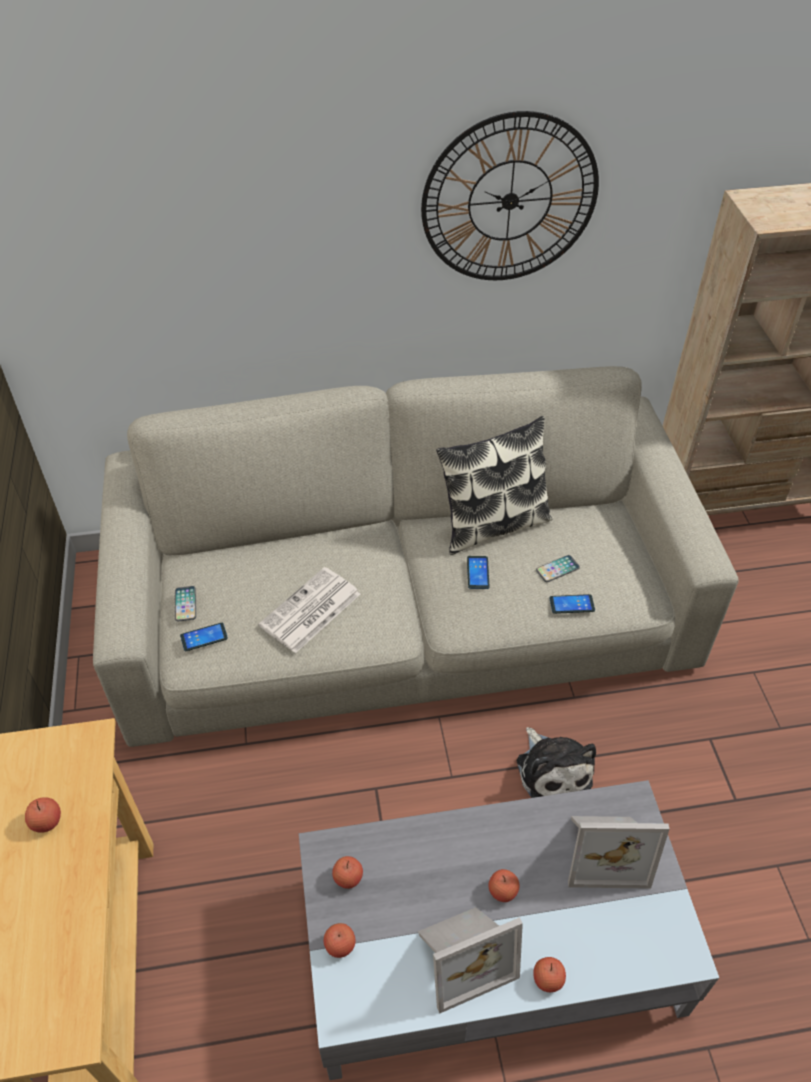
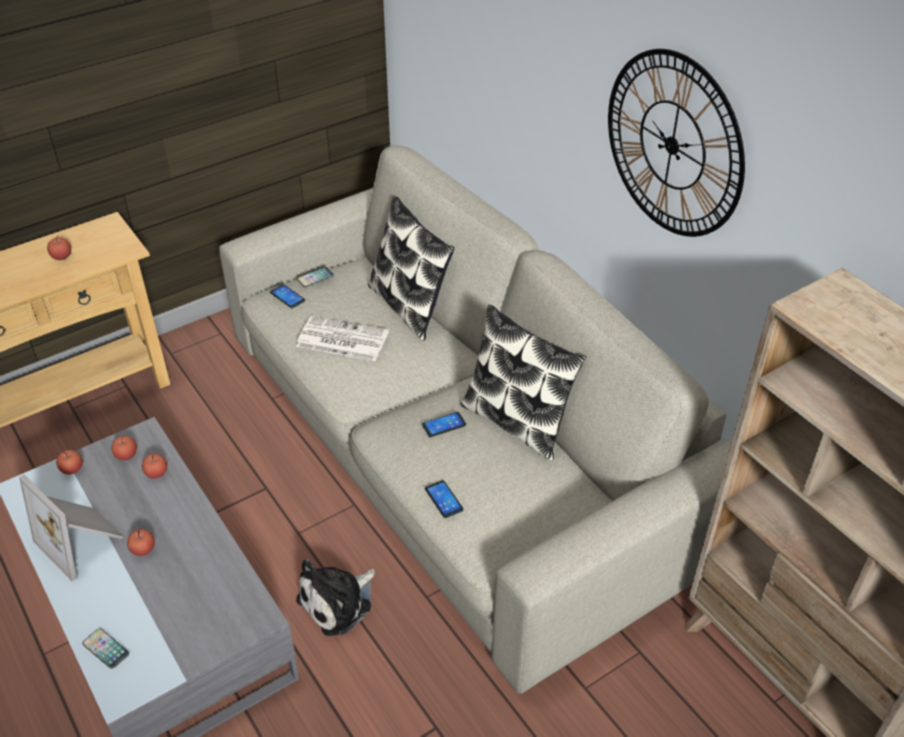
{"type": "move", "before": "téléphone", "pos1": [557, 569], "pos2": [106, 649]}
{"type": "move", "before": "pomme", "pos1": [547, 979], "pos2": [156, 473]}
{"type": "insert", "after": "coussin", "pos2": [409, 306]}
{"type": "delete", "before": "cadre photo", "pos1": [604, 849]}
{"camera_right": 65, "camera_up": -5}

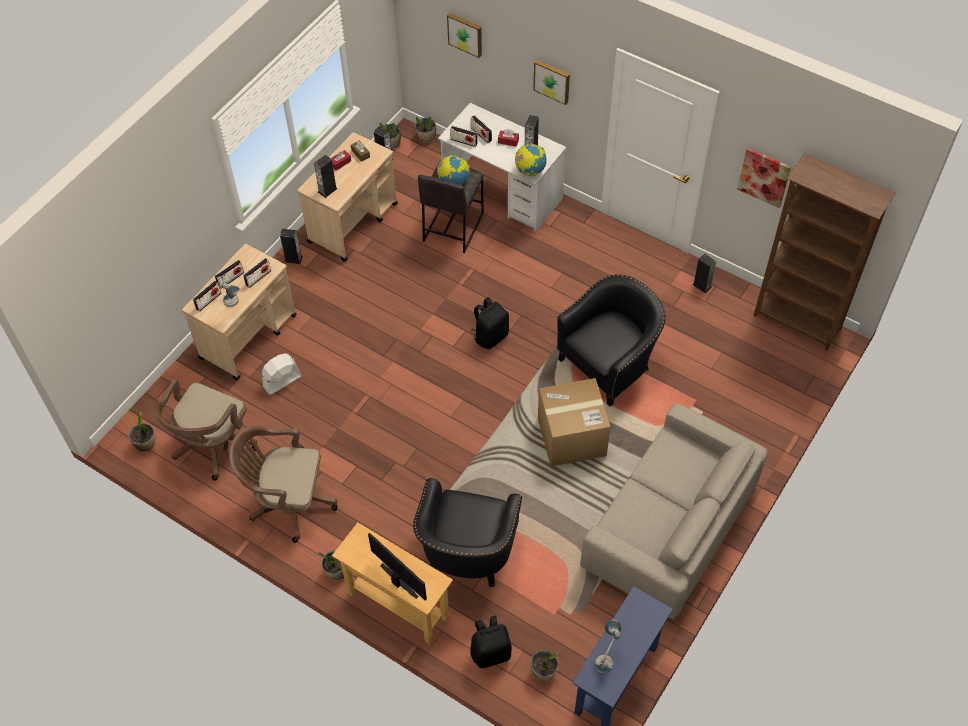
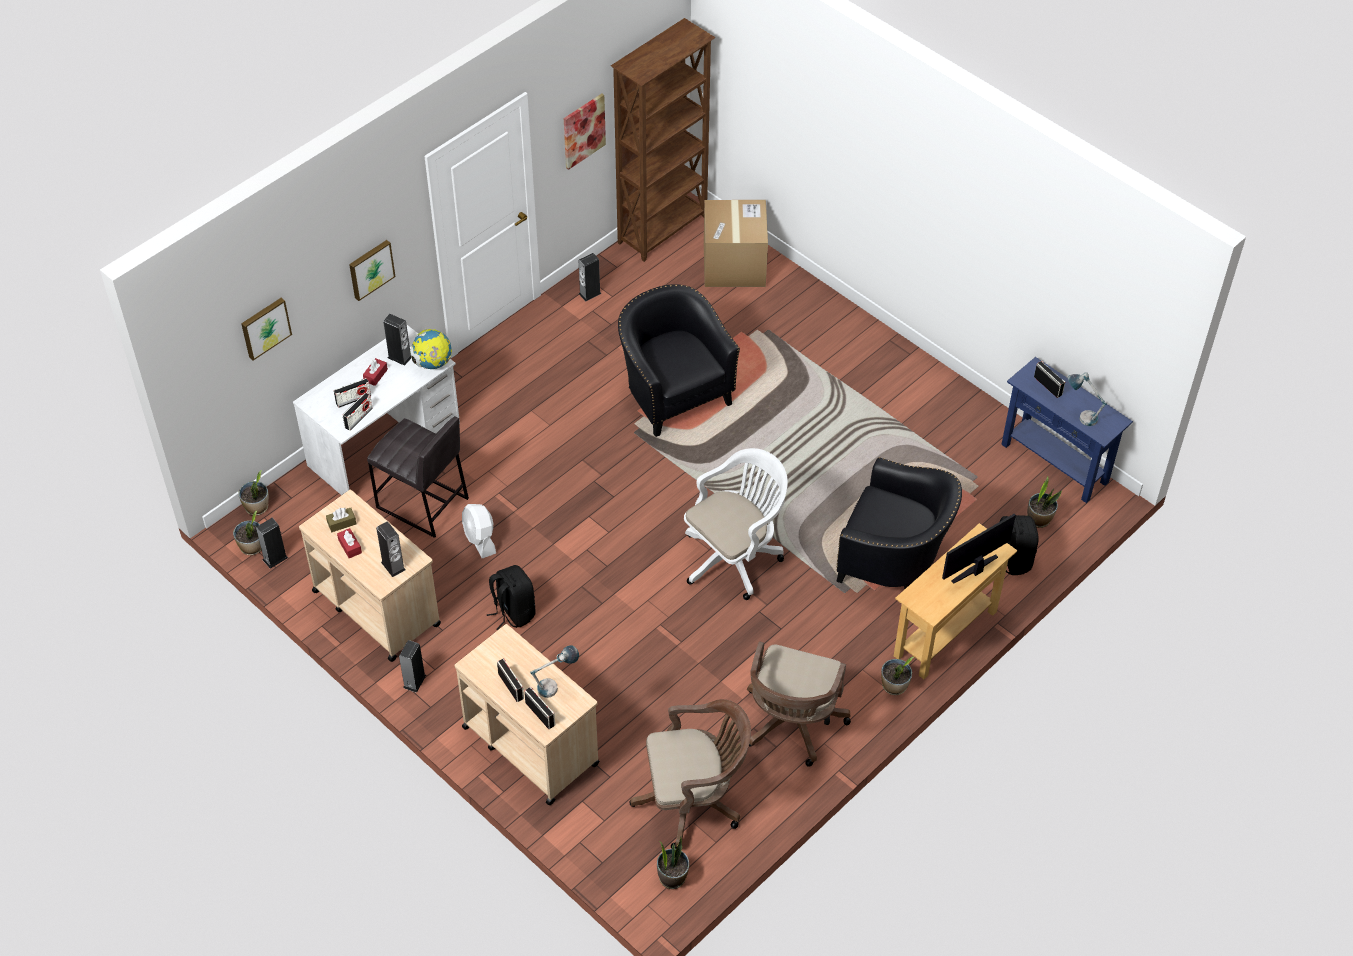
{"type": "move", "before": "ventilateur (blanc)", "pos1": [282, 381], "pos2": [480, 539]}
{"type": "move", "before": "sac à dos (noir)", "pos1": [490, 336], "pos2": [513, 612]}
{"type": "rotate", "before": "chaise de bureau (marron)", "pos1": [212, 447], "pos2": [694, 800], "turn": -45}
{"type": "insert", "after": "chaise de bureau (blanc)", "pos2": [735, 556]}
{"type": "move", "before": "carton", "pos1": [571, 437], "pos2": [734, 265]}
{"type": "move", "before": "radio", "pos1": [258, 278], "pos2": [1048, 386]}
{"type": "delete", "before": "globe", "pos1": [454, 182]}
{"type": "delete", "before": "canapé (beige)", "pos1": [670, 525]}
{"camera_right": -80, "camera_up": -5}

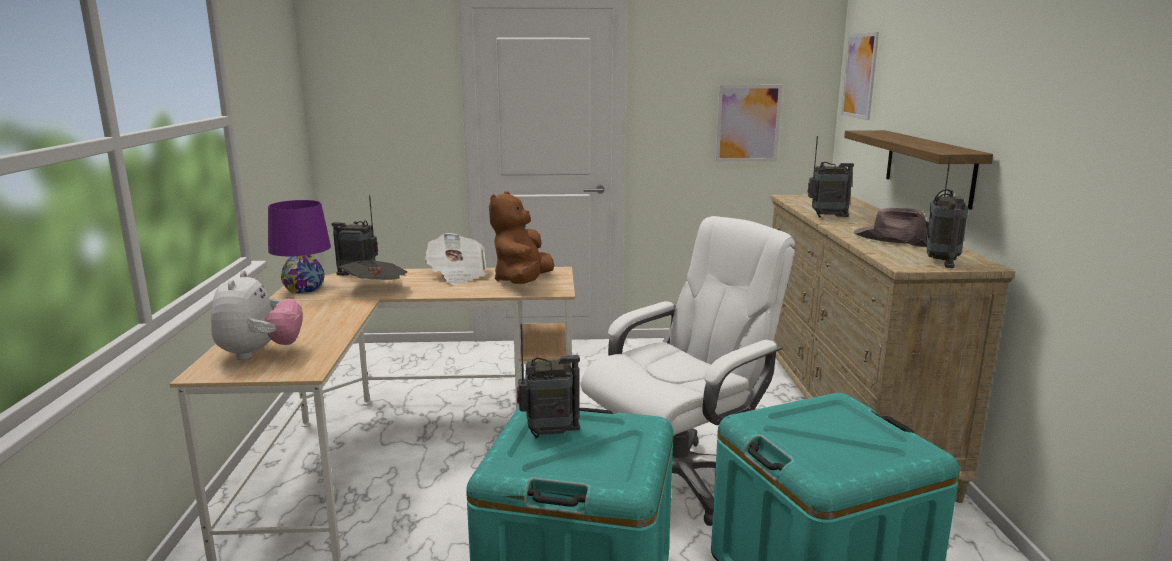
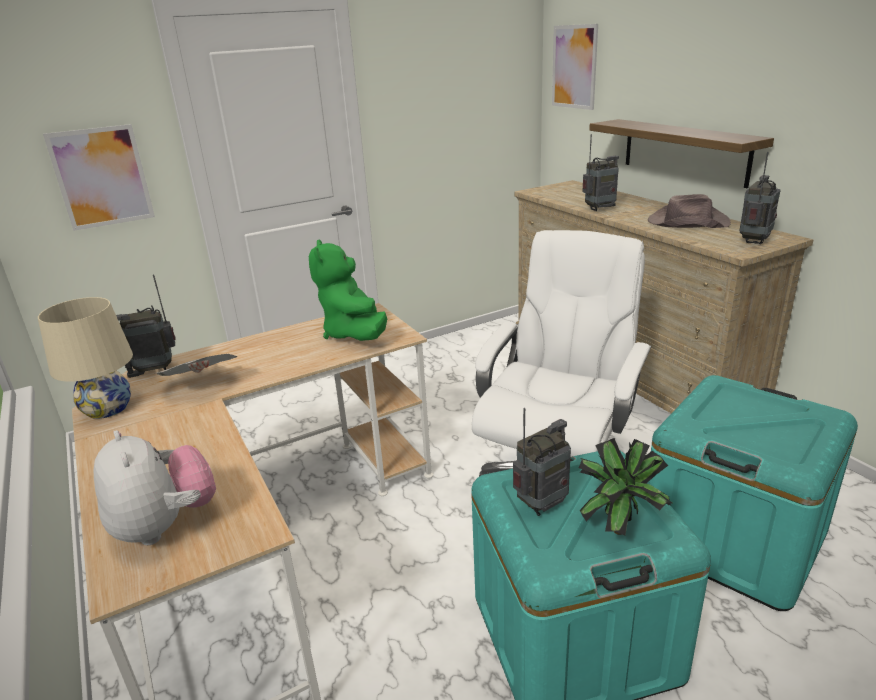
{"type": "recolor", "before": "lampe de table (violet)", "after": "lampe de table (beige)", "pos1": [304, 288], "pos2": [107, 408]}
{"type": "move", "before": "tableau", "pos1": [748, 123], "pos2": [102, 177]}
{"type": "recolor", "before": "peluche (marron)", "after": "peluche (vert)", "pos1": [522, 282], "pos2": [354, 334]}
{"type": "insert", "after": "plante en pot", "pos2": [619, 527]}
{"type": "rotate", "before": "radio", "pos1": [940, 262], "pos2": [754, 241], "turn": -135}
{"type": "delete", "before": "journal", "pos1": [457, 275]}
{"camera_right": -25, "camera_up": 10}

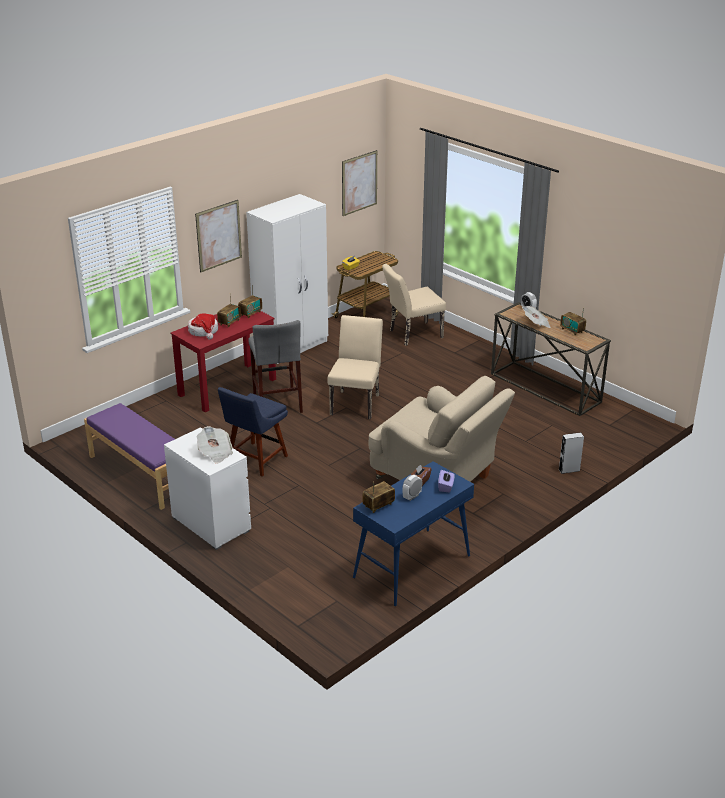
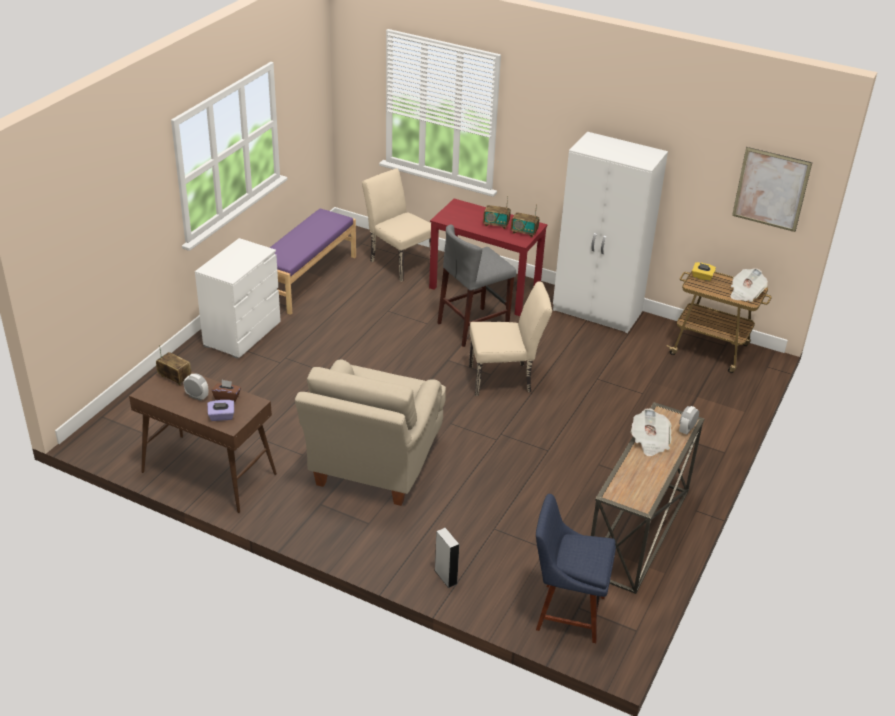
{"type": "recolor", "before": "table console (bleu)", "after": "table console (marron)", "pos1": [412, 567], "pos2": [208, 473]}
{"type": "move", "before": "chaise (beige)", "pos1": [412, 334], "pos2": [398, 262]}
{"type": "move", "before": "chaise (bleu)", "pos1": [255, 460], "pos2": [566, 612]}
{"type": "move", "before": "journal", "pos1": [215, 453], "pos2": [745, 293]}
{"type": "delete", "before": "chapeau", "pos1": [204, 331]}
{"type": "delete", "before": "tableau", "pos1": [219, 236]}
{"type": "delete", "before": "radio", "pos1": [572, 331]}
{"camera_right": 70, "camera_up": 5}

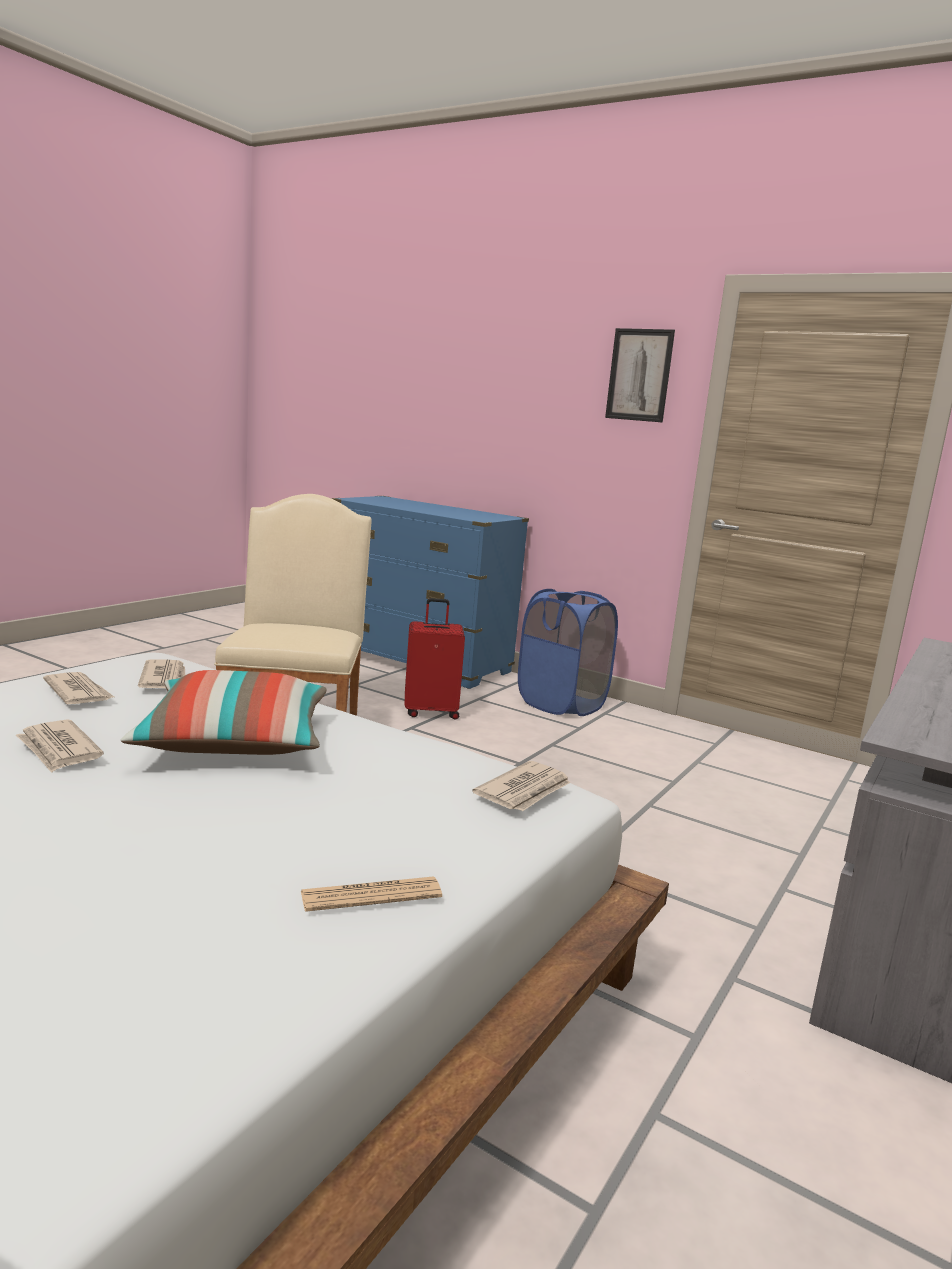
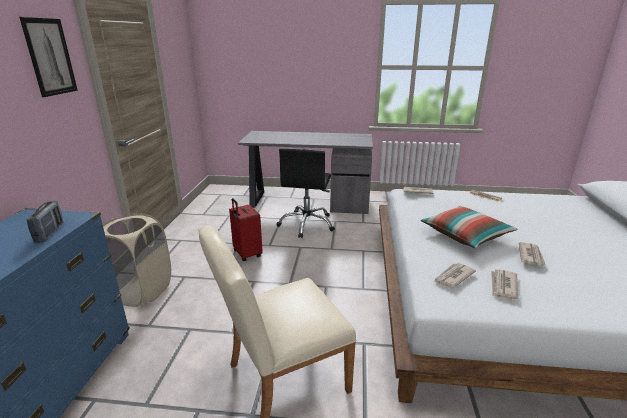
{"type": "insert", "after": "radio", "pos2": [50, 233]}
{"type": "recolor", "before": "panier à linge (bleu)", "after": "panier à linge (beige)", "pos1": [561, 704], "pos2": [141, 291]}
{"type": "move", "before": "valise (rouge)", "pos1": [431, 712], "pos2": [246, 254]}
{"type": "insert", "after": "chaise de bureau (noir)", "pos2": [307, 224]}
{"camera_right": -115, "camera_up": 10}

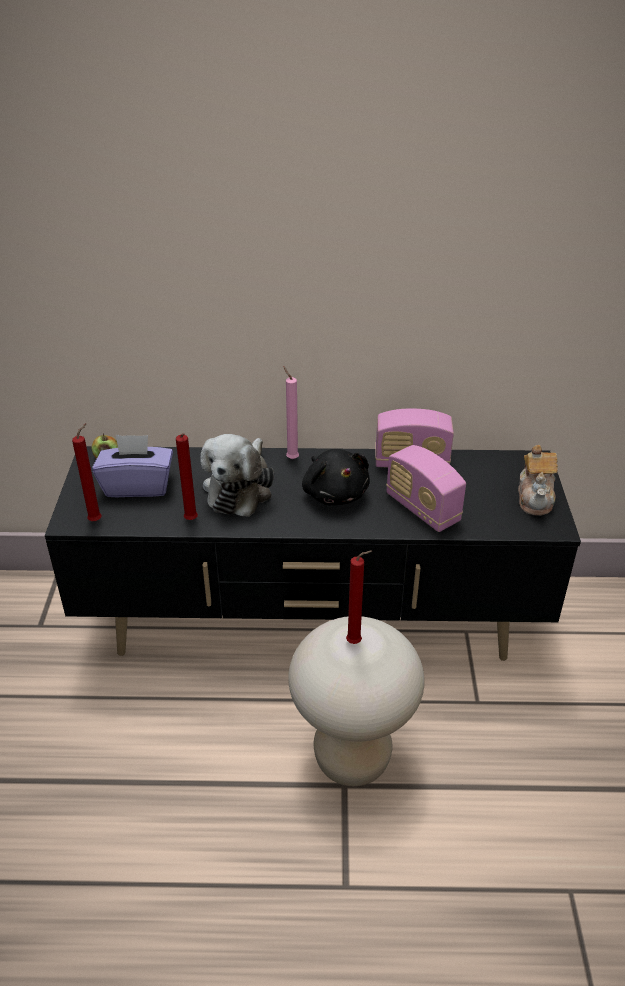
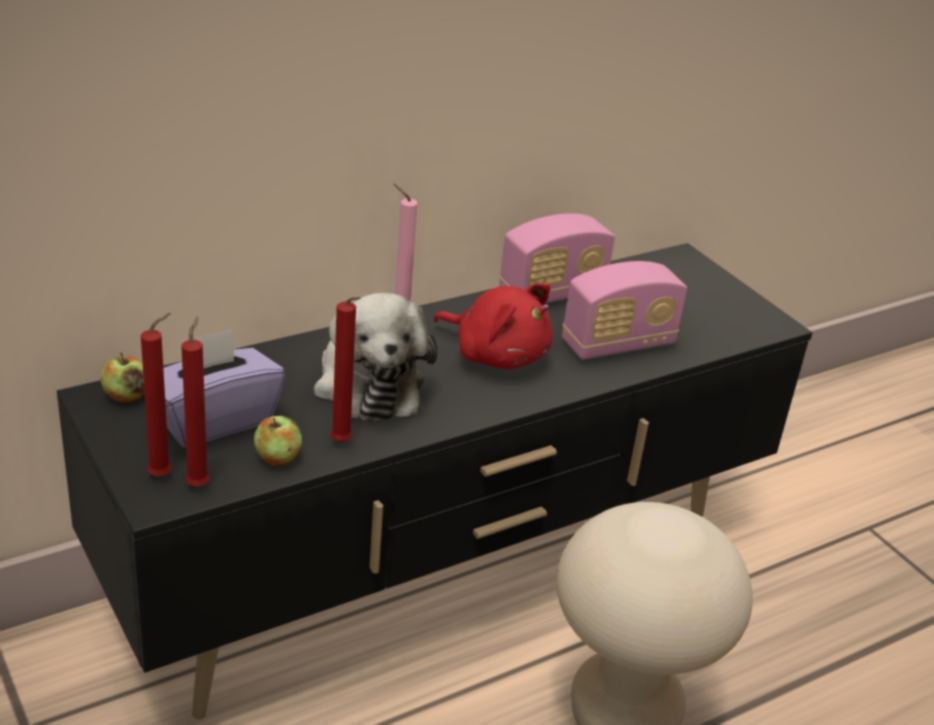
{"type": "move", "before": "bougie (rouge)", "pos1": [356, 642], "pos2": [164, 475]}
{"type": "insert", "after": "pomme", "pos2": [278, 457]}
{"type": "recolor", "before": "peluche (noir)", "after": "peluche (rouge)", "pos1": [334, 493], "pos2": [497, 354]}
{"type": "rotate", "before": "radio", "pos1": [422, 509], "pos2": [618, 344], "turn": -45}
{"type": "delete", "before": "théière", "pos1": [535, 497]}
{"camera_right": -35, "camera_up": -5}

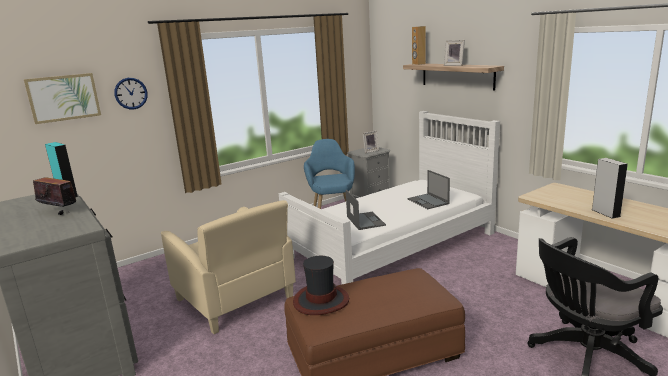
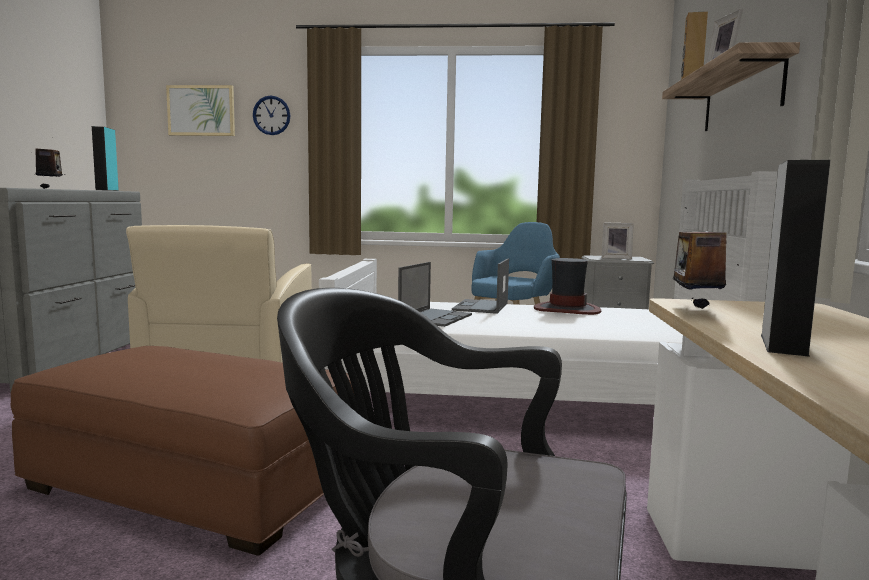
{"type": "move", "before": "ordinateur portable", "pos1": [428, 201], "pos2": [481, 307]}
{"type": "move", "before": "chapeau", "pos1": [321, 300], "pos2": [566, 310]}
{"type": "insert", "after": "radio", "pos2": [693, 310]}
{"camera_right": 40, "camera_up": -10}

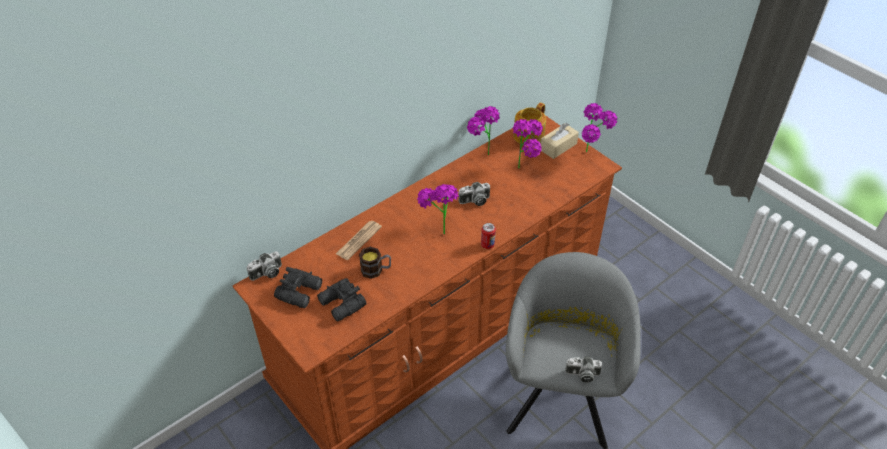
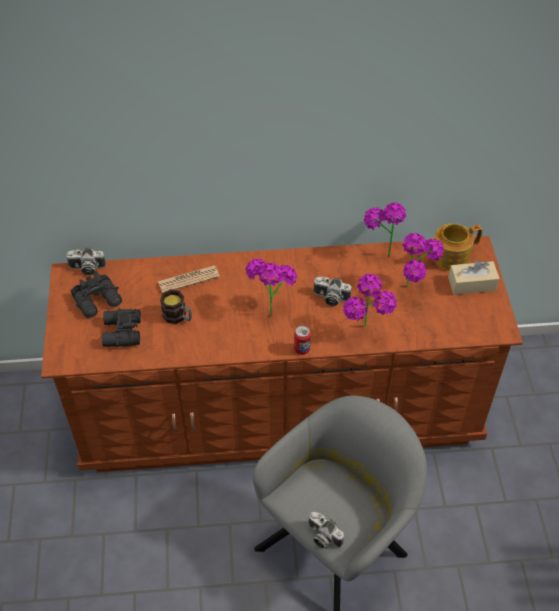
{"type": "move", "before": "plante en pot", "pos1": [592, 155], "pos2": [366, 334]}
{"camera_right": 35, "camera_up": 5}

